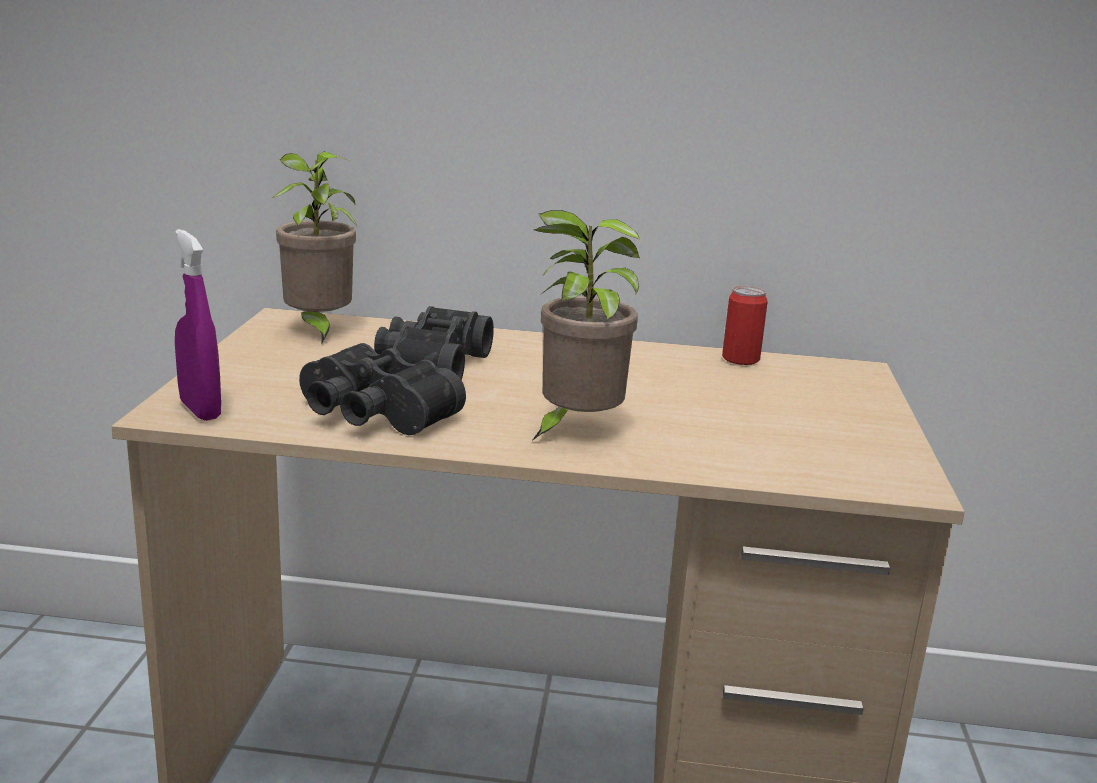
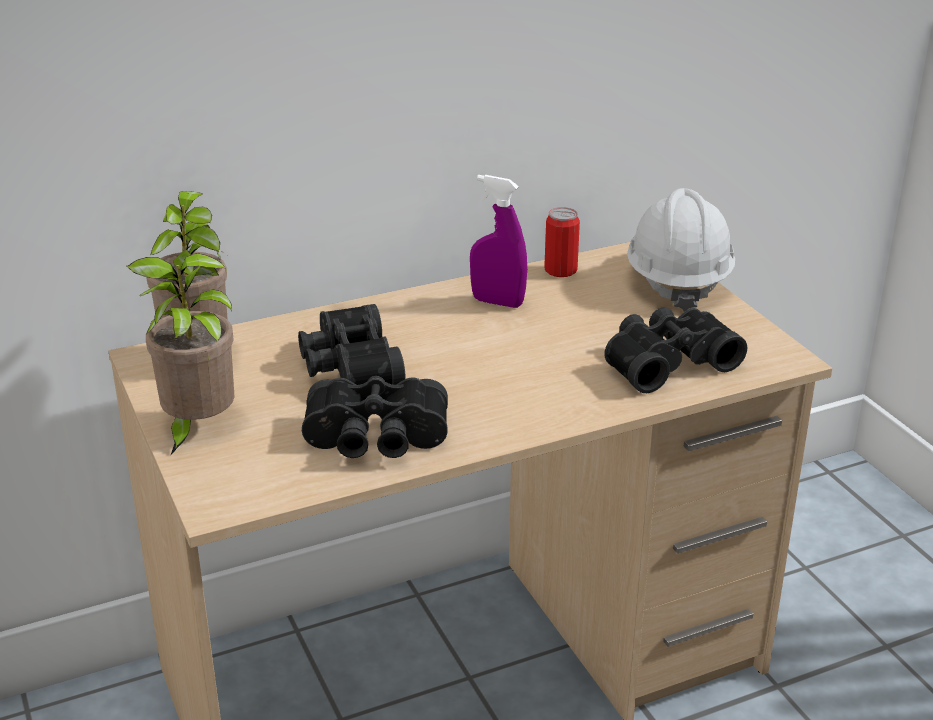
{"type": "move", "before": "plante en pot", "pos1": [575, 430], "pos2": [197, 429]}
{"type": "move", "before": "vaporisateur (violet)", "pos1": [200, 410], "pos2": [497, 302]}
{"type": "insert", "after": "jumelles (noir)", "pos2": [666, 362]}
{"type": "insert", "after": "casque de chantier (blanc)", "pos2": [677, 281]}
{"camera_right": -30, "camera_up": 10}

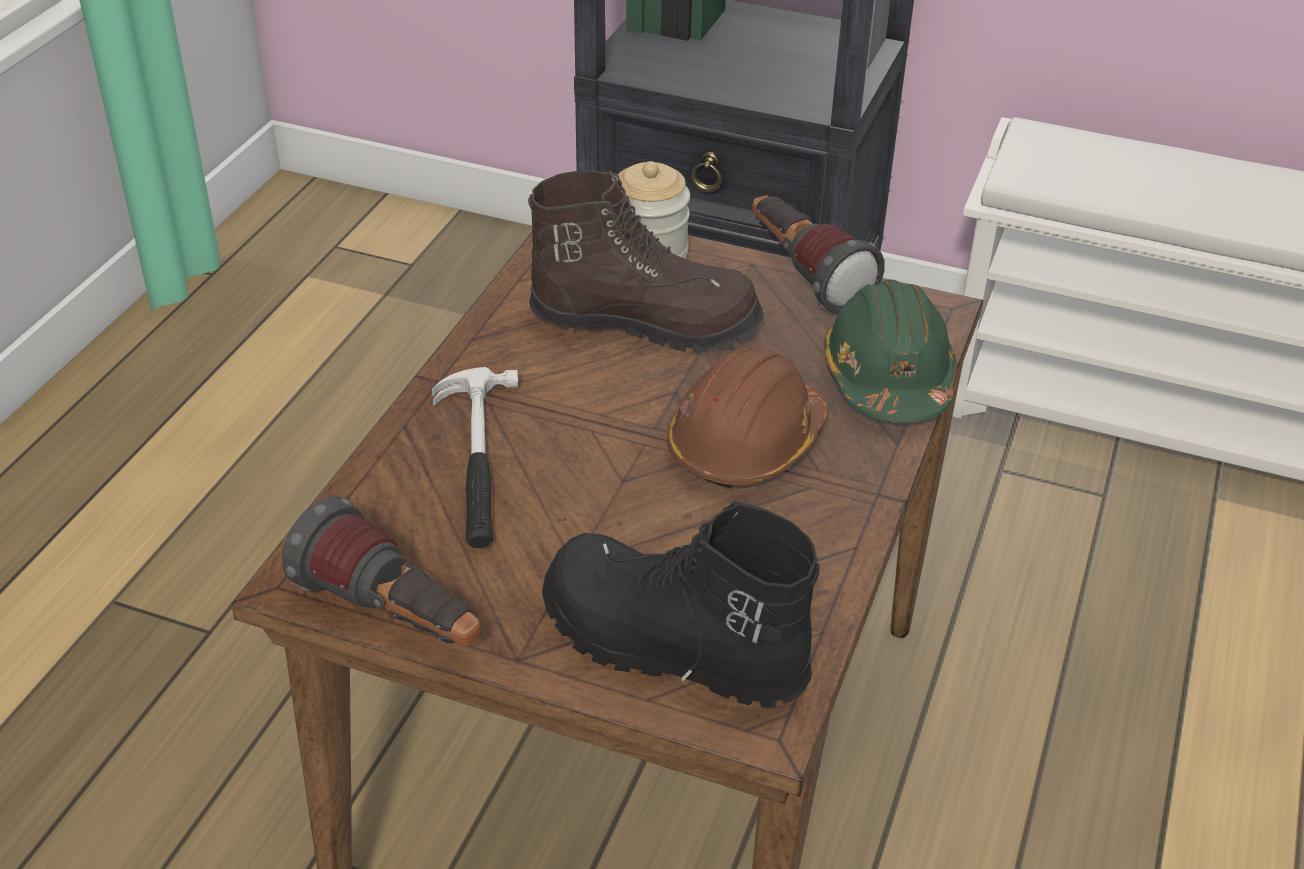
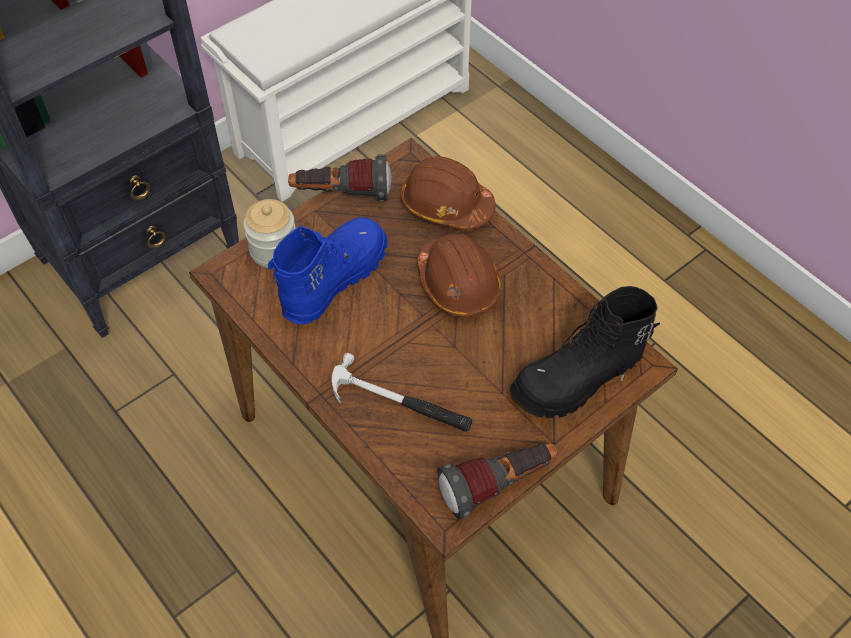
{"type": "recolor", "before": "botte (marron)", "after": "botte (bleu)", "pos1": [645, 321], "pos2": [333, 279]}
{"type": "recolor", "before": "casque de chantier (vert)", "after": "casque de chantier (marron)", "pos1": [887, 378], "pos2": [446, 205]}
{"camera_right": -60, "camera_up": 15}

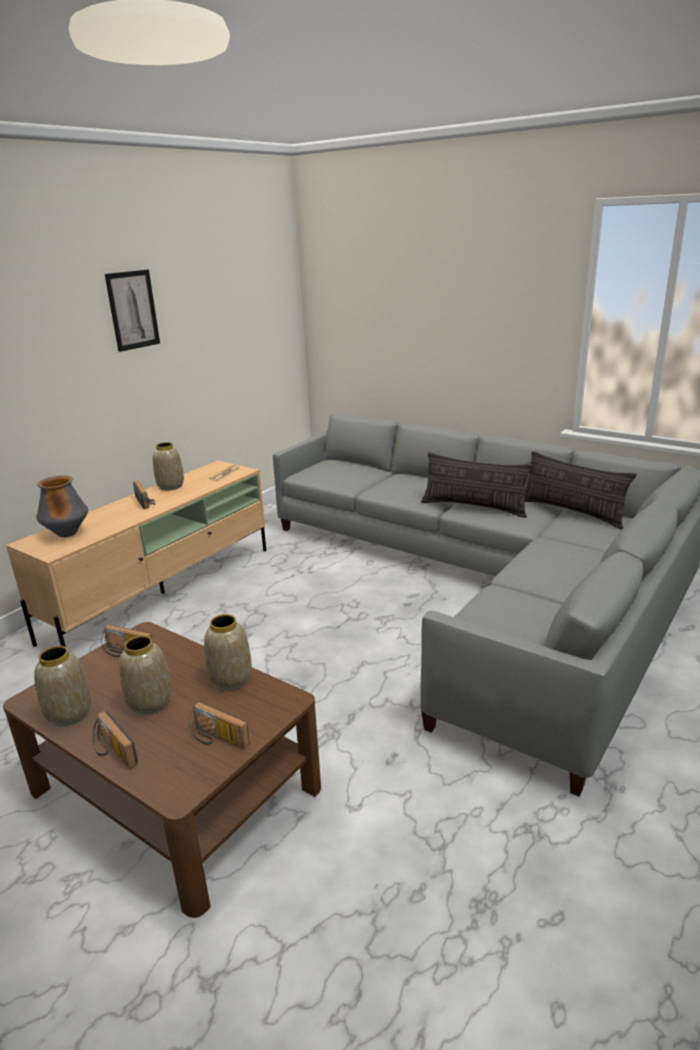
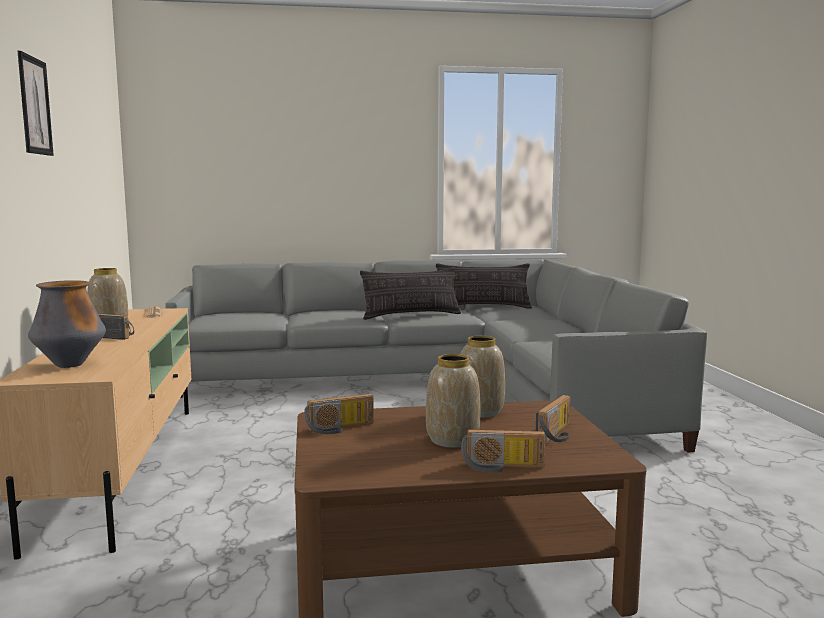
{"type": "rotate", "before": "radio", "pos1": [217, 739], "pos2": [558, 434], "turn": -45}
{"type": "delete", "before": "vase", "pos1": [69, 714]}
{"camera_right": -45, "camera_up": -15}

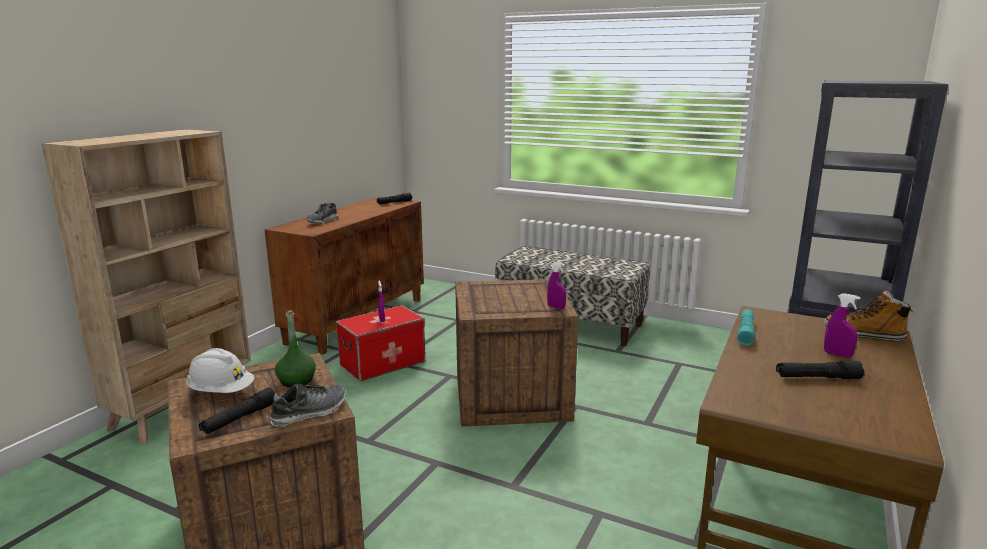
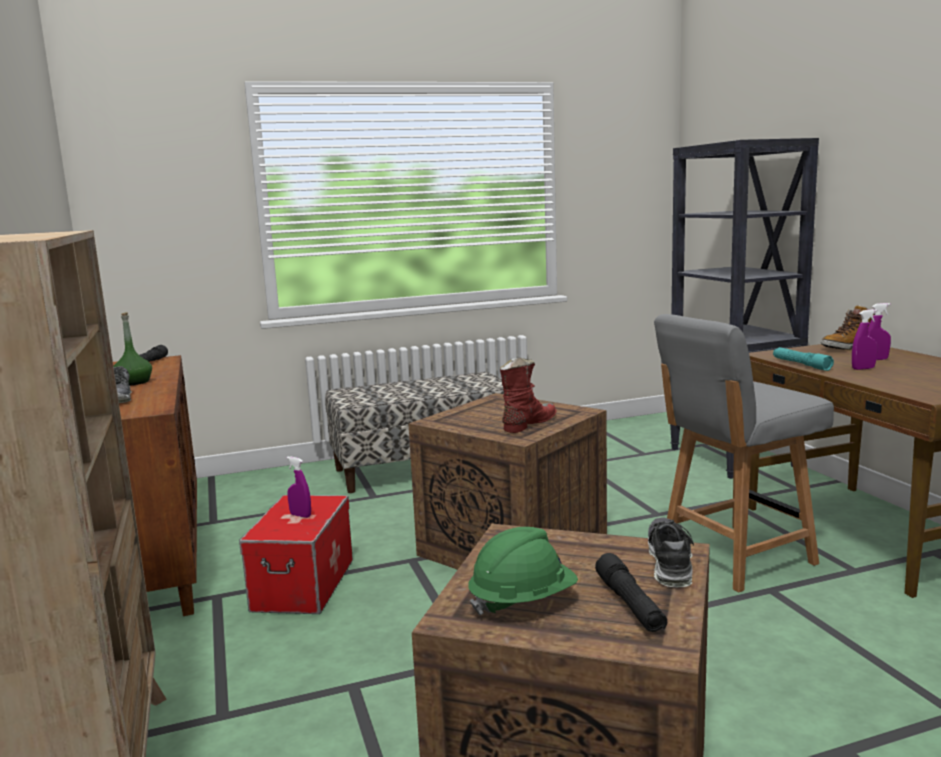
{"type": "move", "before": "bouteille (vert)", "pos1": [296, 381], "pos2": [134, 382]}
{"type": "recolor", "before": "casque de chantier (blanc)", "after": "casque de chantier (vert)", "pos1": [221, 392], "pos2": [522, 601]}
{"type": "insert", "after": "botte (rouge)", "pos2": [528, 424]}
{"type": "insert", "after": "chaise (gris)", "pos2": [734, 557]}
{"type": "move", "before": "vaporisateur (violet)", "pos1": [556, 307], "pos2": [863, 368]}
{"type": "delete", "before": "lampe de poche (noir)", "pos1": [817, 378]}
{"camera_right": -45, "camera_up": -5}

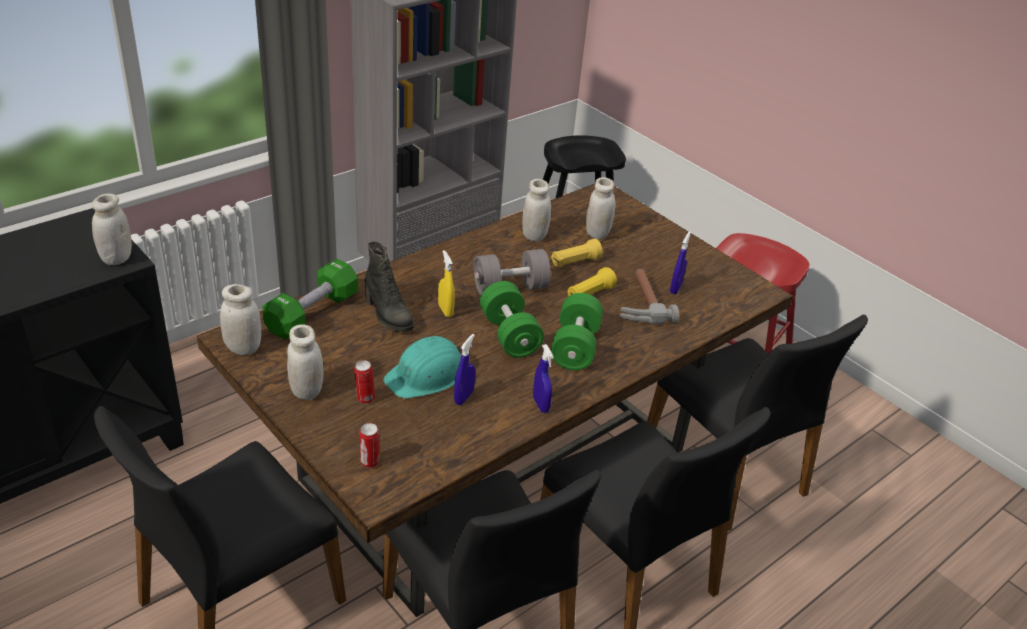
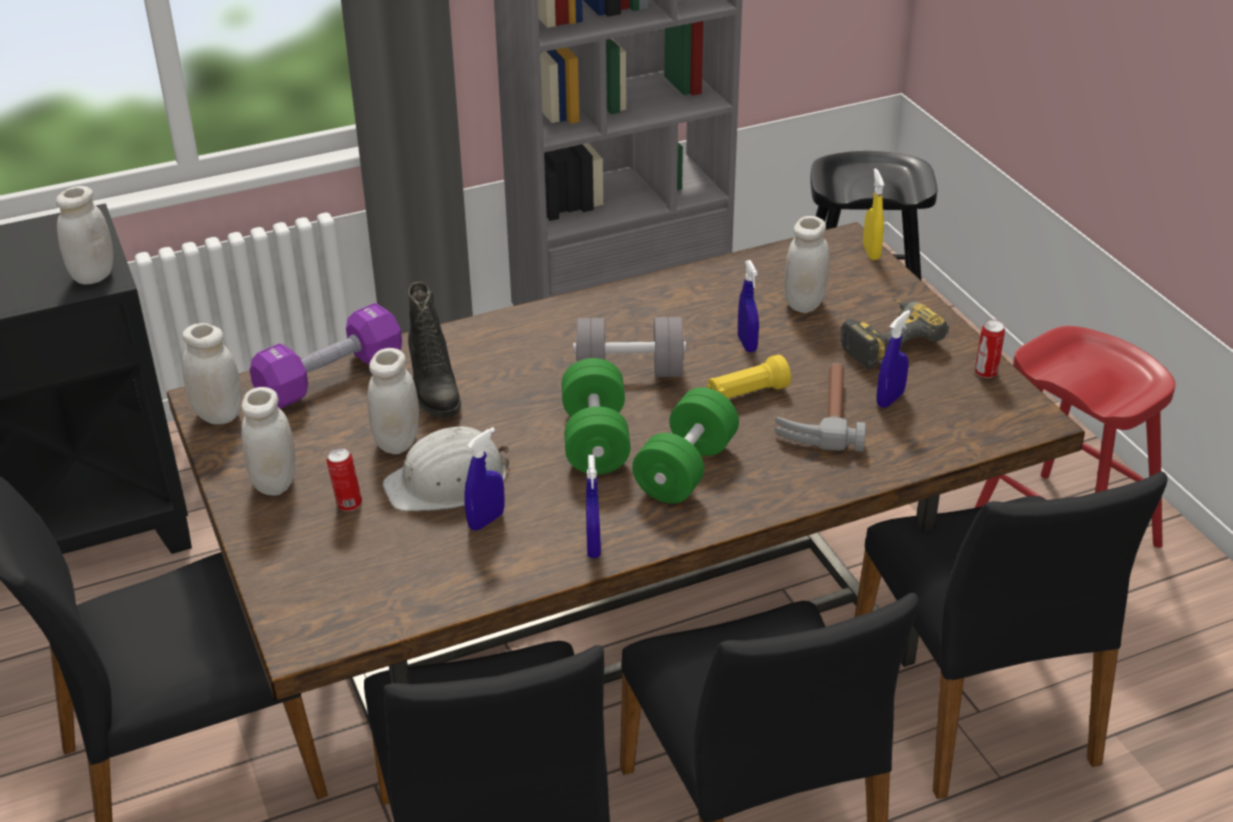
{"type": "recolor", "before": "haltère (vert)", "after": "haltère (violet)", "pos1": [312, 313], "pos2": [330, 378]}
{"type": "move", "before": "bocal (blanc)", "pos1": [534, 236], "pos2": [397, 442]}
{"type": "recolor", "before": "casque de chantier (turquoise)", "after": "casque de chantier (blanc)", "pos1": [426, 375], "pos2": [448, 482]}
{"type": "replace", "before": "lampe de poche (jaune)", "after": "vaporisateur (bleu)", "pos1": [574, 262], "pos2": [747, 344]}
{"type": "insert", "after": "perceuse", "pos2": [886, 340]}
{"type": "move", "before": "vaporisateur (jaune)", "pos1": [445, 310], "pos2": [871, 252]}
{"type": "move", "before": "boîte métallique", "pos1": [369, 462], "pos2": [986, 373]}
{"camera_right": 20, "camera_up": 0}

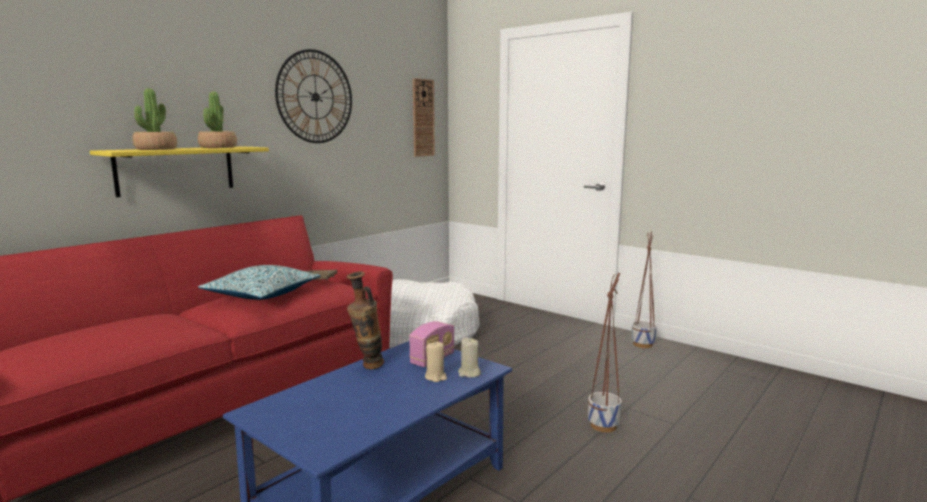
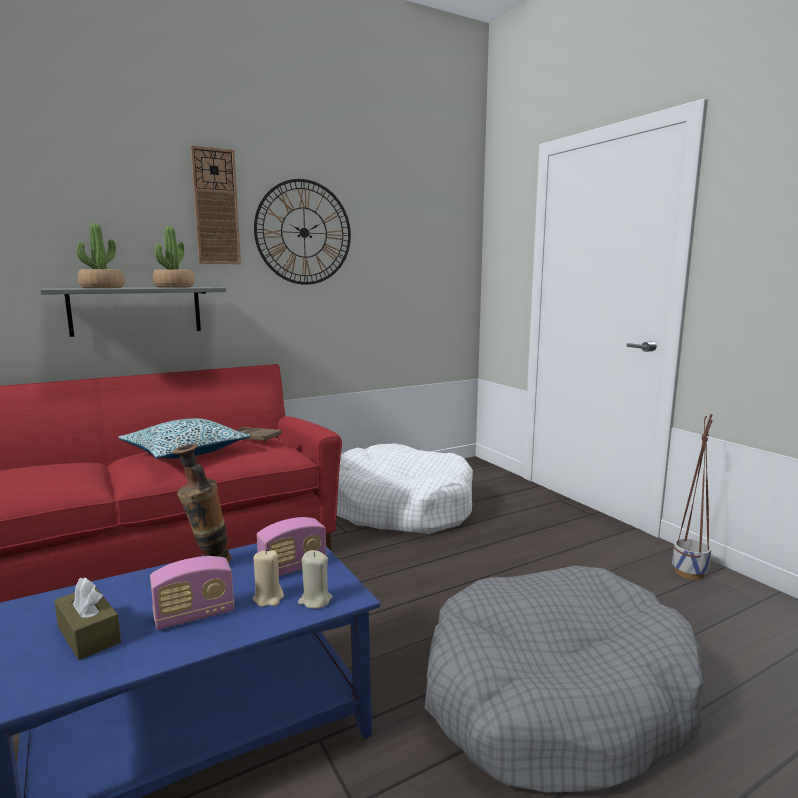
{"type": "recolor", "before": "étagère (jaune)", "after": "étagère (gris)", "pos1": [176, 170], "pos2": [136, 310]}
{"type": "insert", "after": "boîte à mouchoirs (marron)", "pos2": [89, 634]}
{"type": "insert", "after": "radio", "pos2": [194, 615]}
{"type": "move", "before": "horloge murale", "pos1": [423, 118], "pos2": [216, 207]}
{"type": "replace", "before": "cache-pot", "after": "panier pour chien (gris)", "pos1": [603, 425], "pos2": [556, 698]}
{"camera_right": 20, "camera_up": 0}

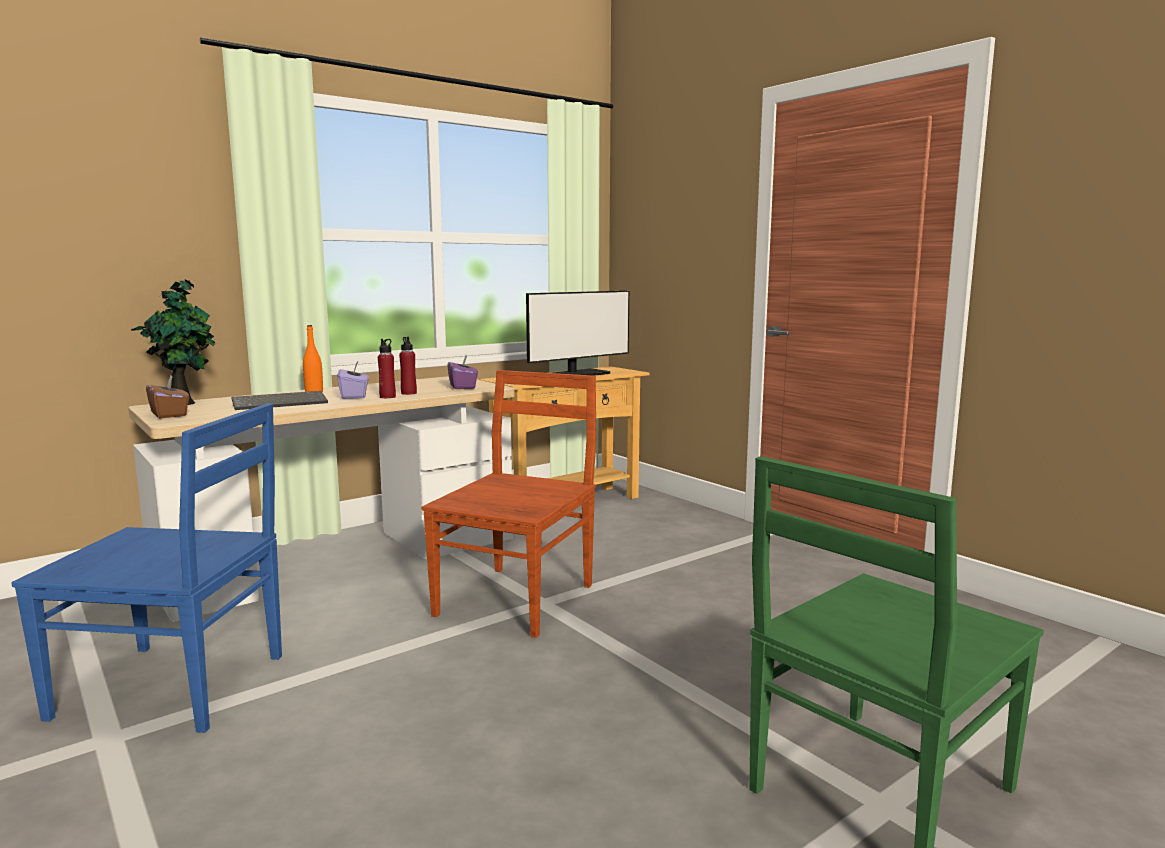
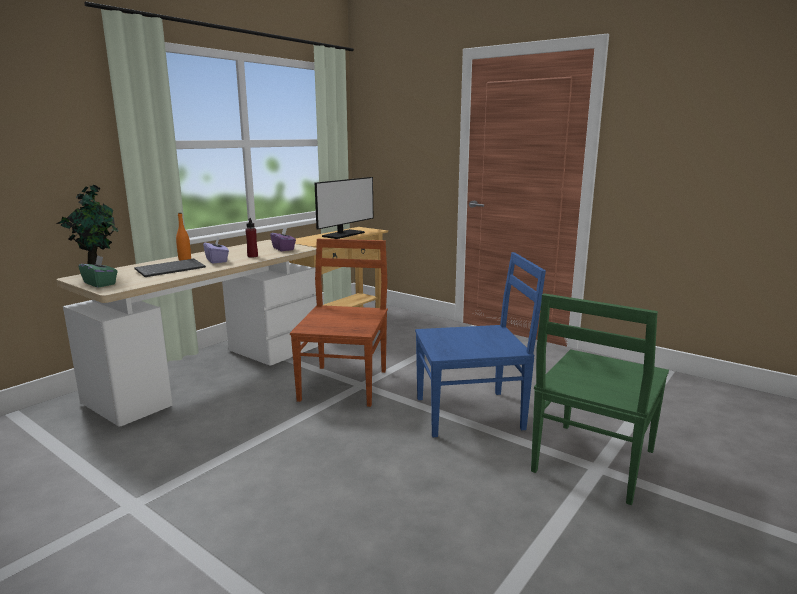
{"type": "recolor", "before": "boîte à mouchoirs (marron)", "after": "boîte à mouchoirs (vert)", "pos1": [170, 414], "pos2": [100, 284]}
{"type": "move", "before": "chaise (bleu)", "pos1": [175, 687], "pos2": [472, 413]}
{"type": "delete", "before": "bouteille (rouge)", "pos1": [387, 397]}
{"camera_right": -15, "camera_up": 5}

